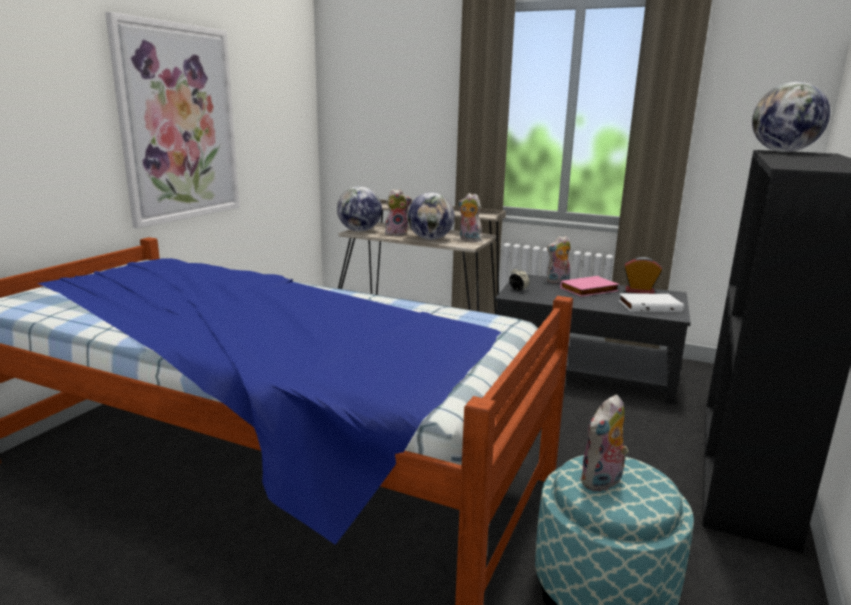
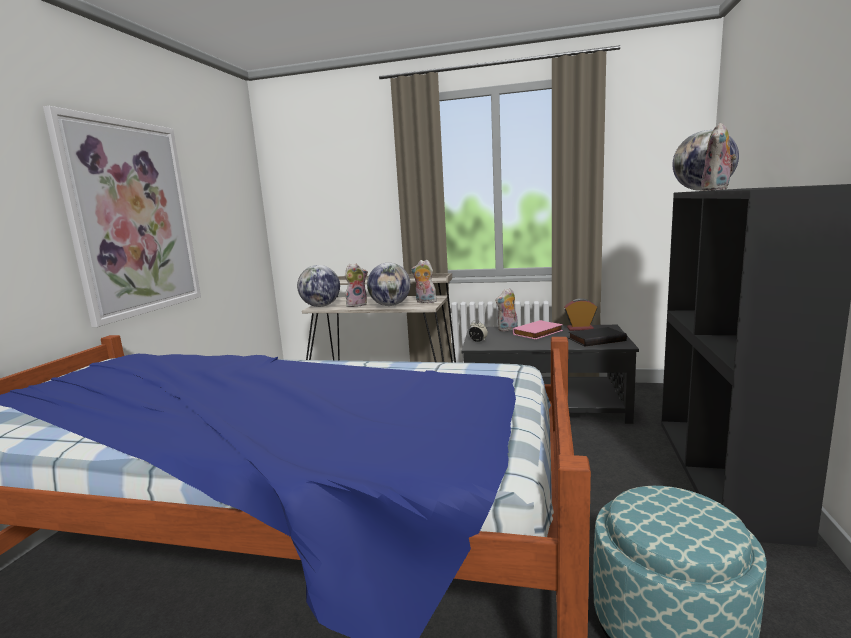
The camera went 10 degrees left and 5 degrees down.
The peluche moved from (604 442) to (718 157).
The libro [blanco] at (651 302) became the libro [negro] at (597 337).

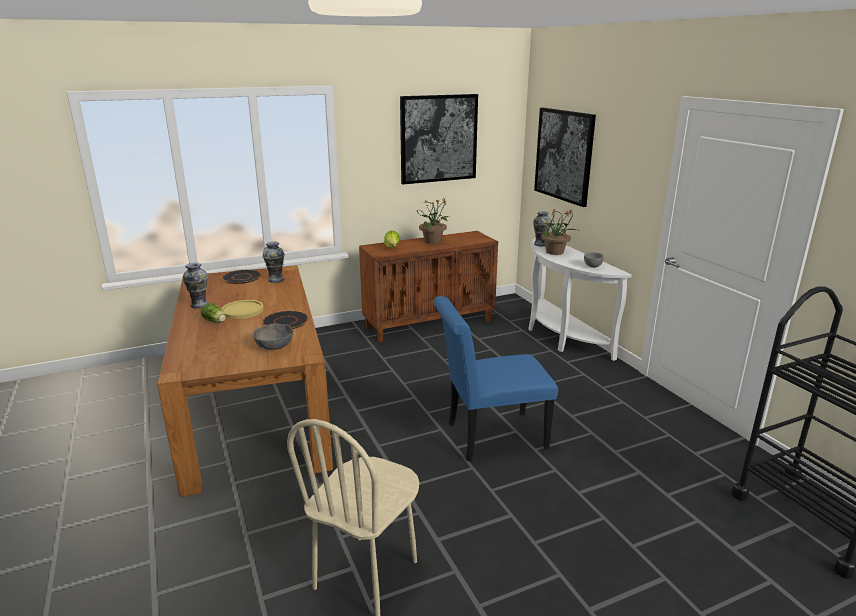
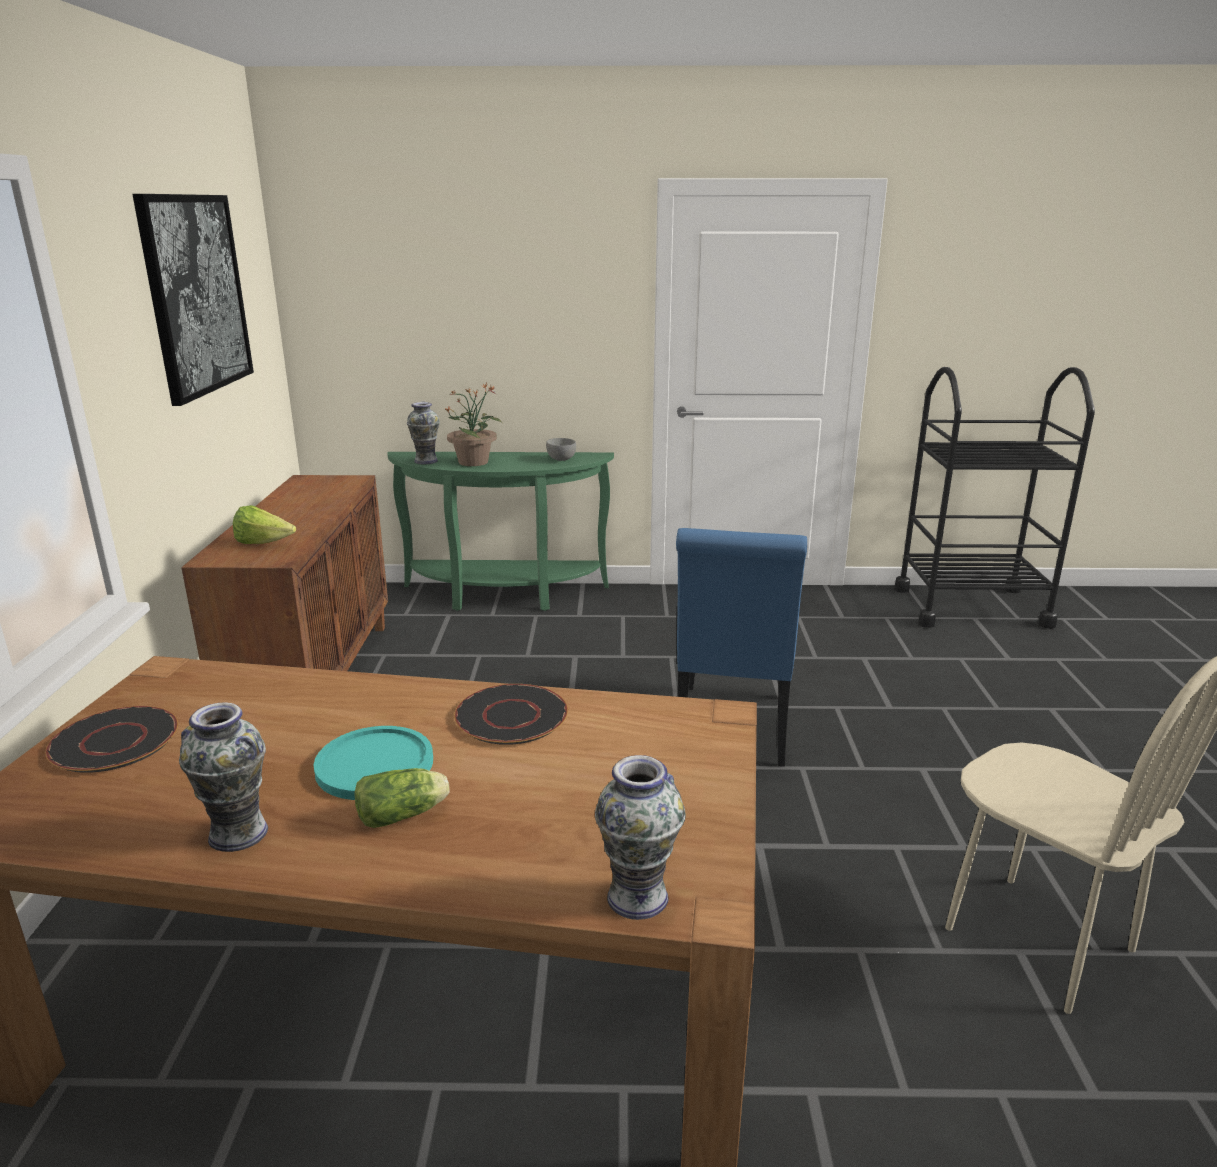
The camera went 65 degrees left and 0 degrees up.
The plato [amarillo] at (242 309) became the plato [turquesa] at (373 763).
The cuenco [gris] at (273 336) disappeared.
The florero moved from (273 262) to (640 837).
The planta en maceta at (433 221) disappeared.
The mesa consola [blanco] at (580 299) became the mesa consola [verde] at (500 531).
The cuadro at (565 157) disappeared.

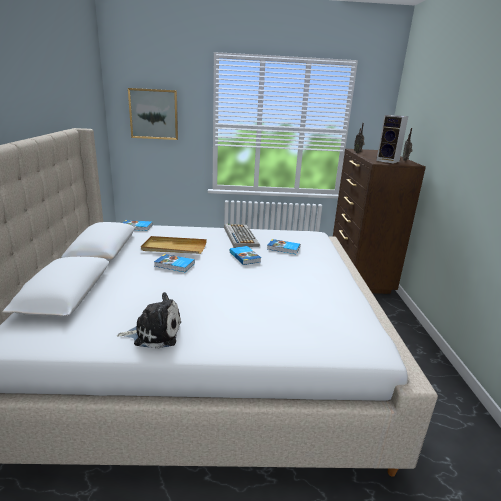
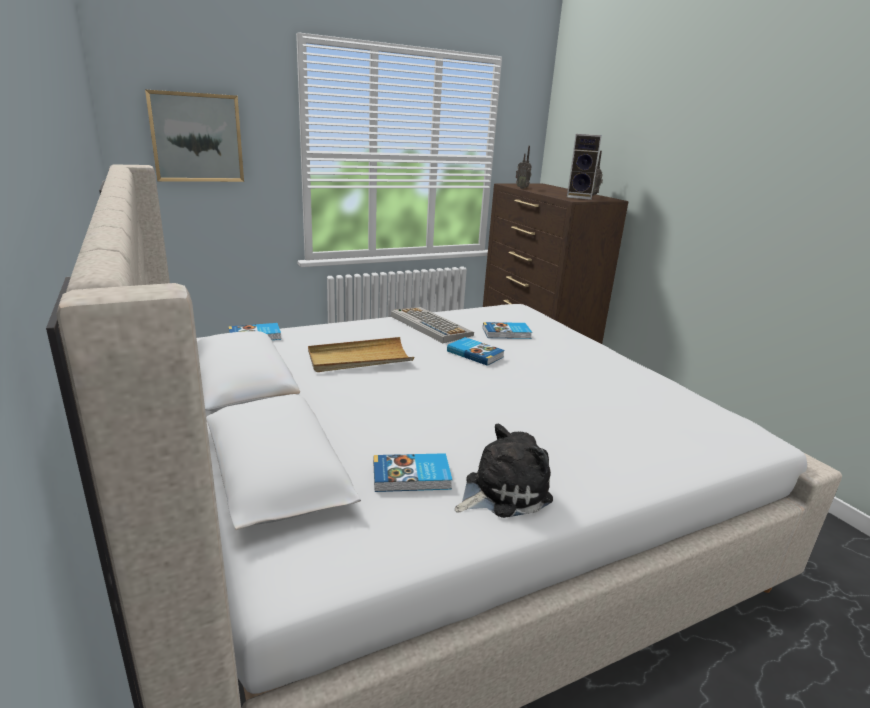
The camera went 25 degrees left and 0 degrees up.
The libro moved from (174 263) to (413 472).

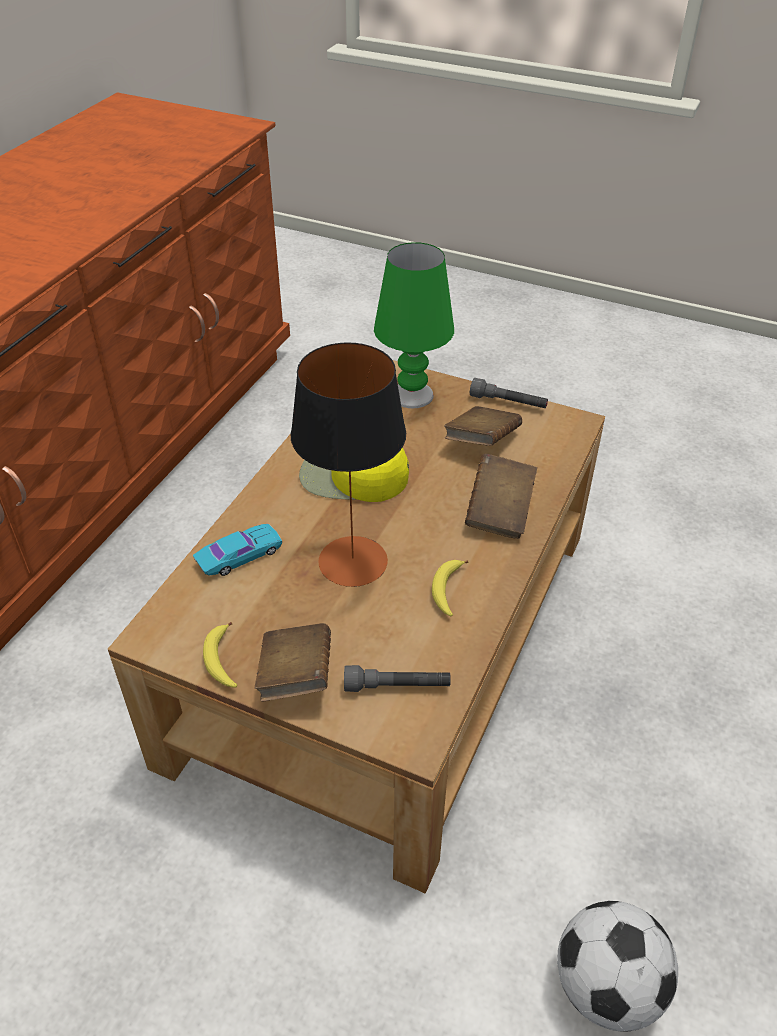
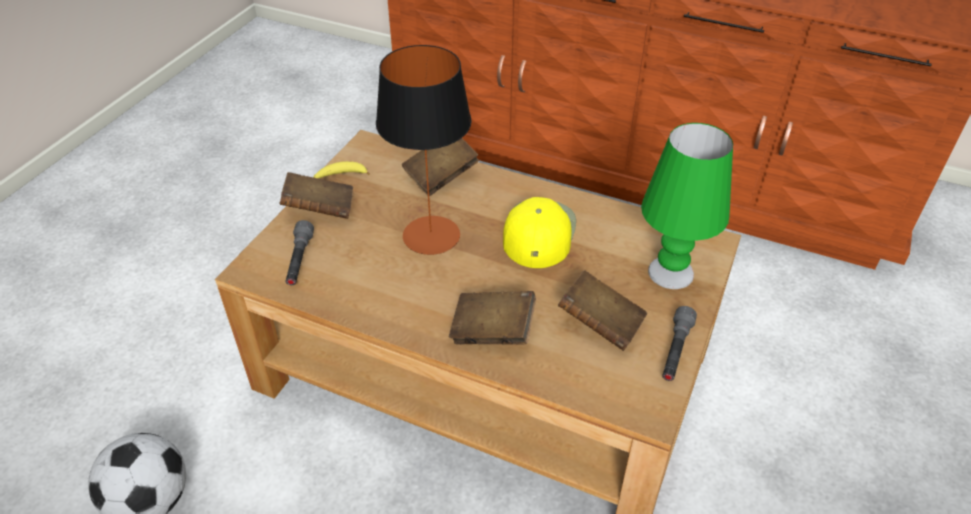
The camera went 90 degrees right and 0 degrees up.
The coche de juguete [turquesa] at (237 550) was replaced by the libro [marrón] at (440 167).
The plátano at (450 588) disappeared.

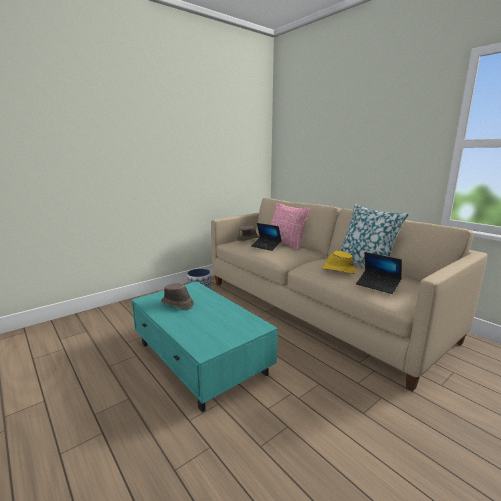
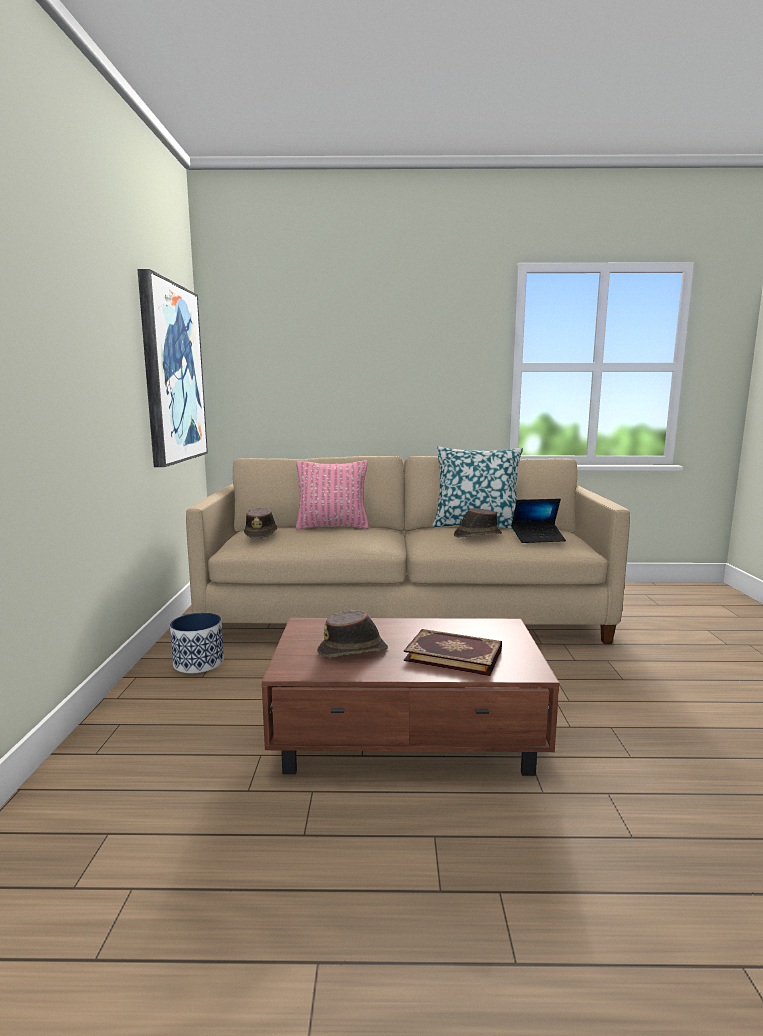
The camera went 50 degrees left and 5 degrees down.
The mesa de centro [turquesa] at (205 346) became the mesa de centro [marrón] at (410 697).
The portátil at (266 237) disappeared.
The sombrero [amarillo] at (339 262) became the sombrero [marrón] at (478 523).
The cuadro at (172 368) appeared.
The libro at (453 652) appeared.

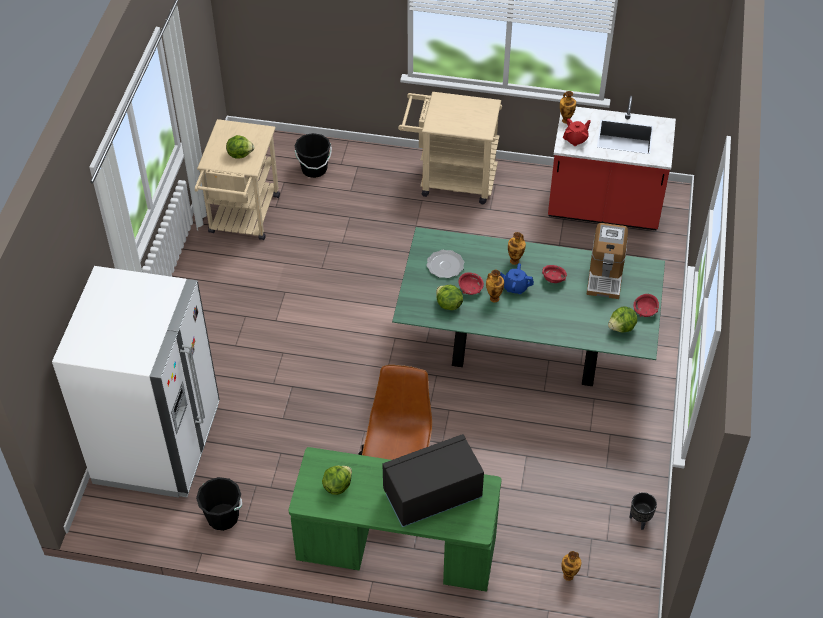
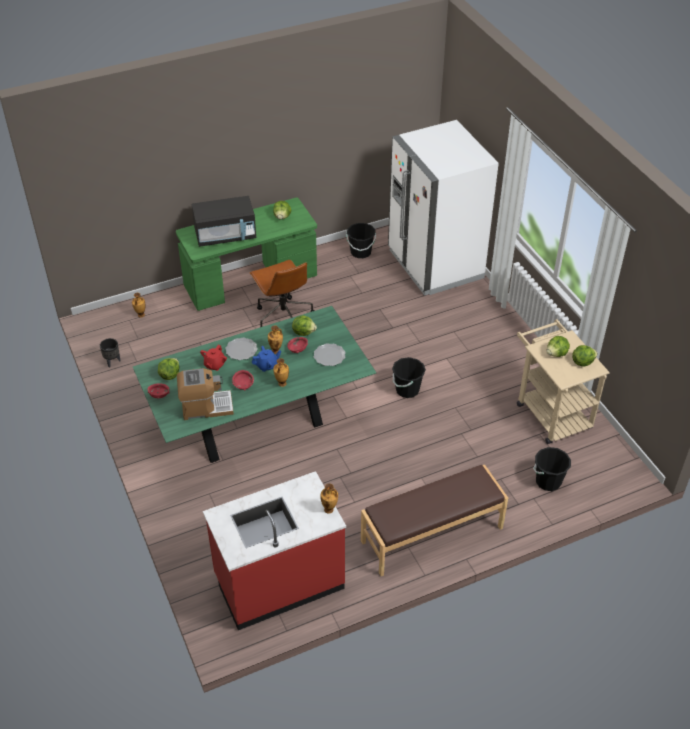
The camera went 145 degrees right and 5 degrees down.
The microondas [negro] at (433 480) turned 45 degrees clockwise.
The carrito [beis] at (450 148) was replaced by the banco [marrón] at (434 520).
The tetera [rojo] moved from (577 132) to (213 358).
The cafetera at (607 261) turned 105 degrees clockwise.
The plato at (241 349) appeared.
The cubo [negro] at (409 377) appeared.
The lechuga at (585 356) appeared.

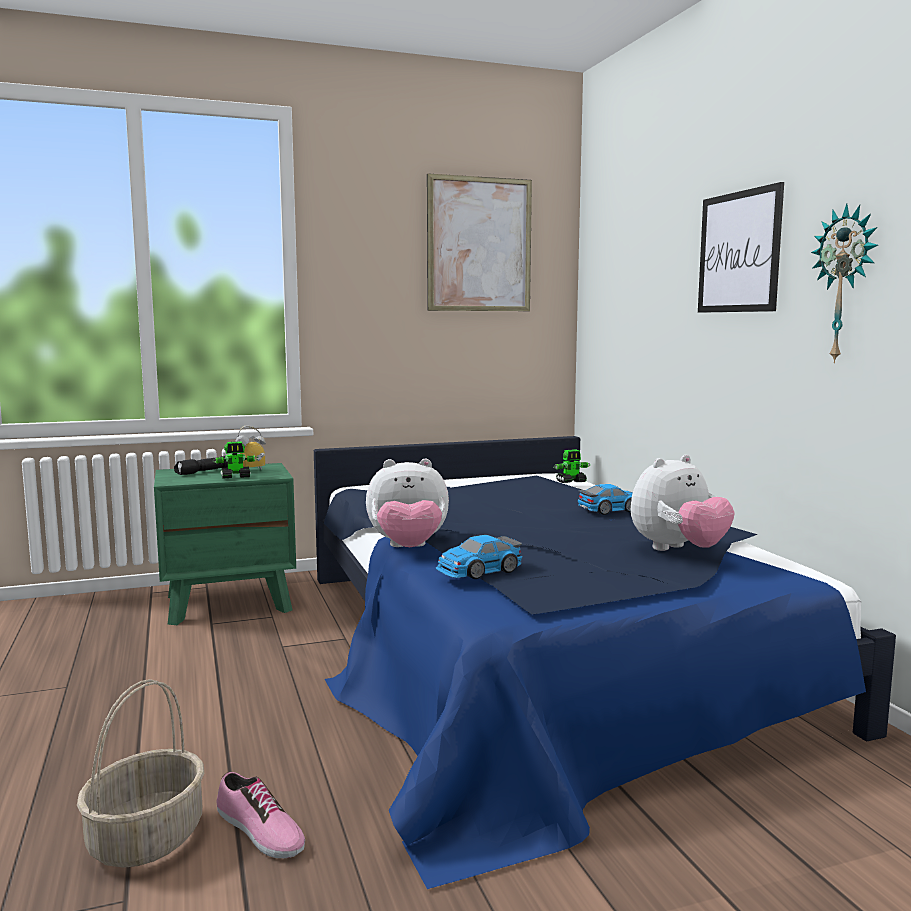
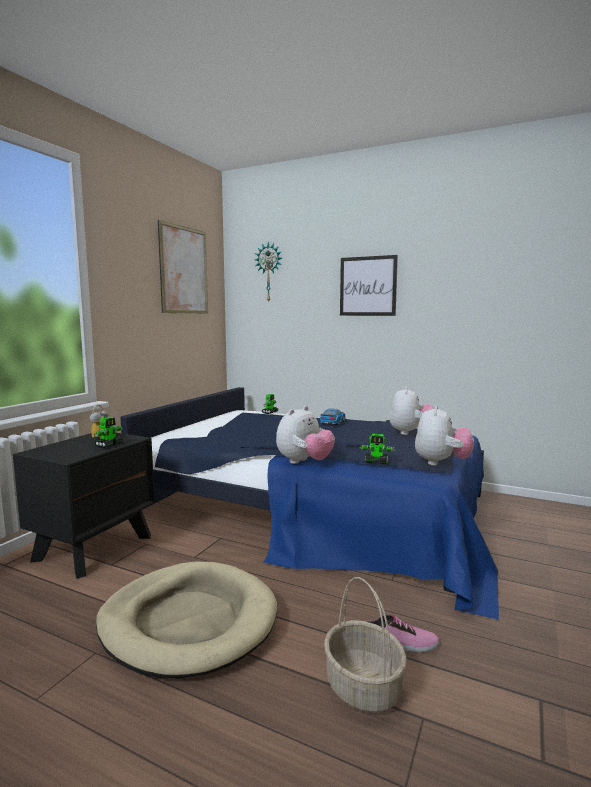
The camera went 45 degrees left and 0 degrees up.
The mesita de noche [verde] at (225 544) became the mesita de noche [negro] at (84 506).
The linterna [negro] at (201 465) disappeared.
The coche de juguete at (479 557) was replaced by the robot de juguete at (377 449).
The reloj de pared moved from (844 283) to (268 272).
The cama para perro [beis] at (186 620) appeared.
The peluche at (444 435) appeared.

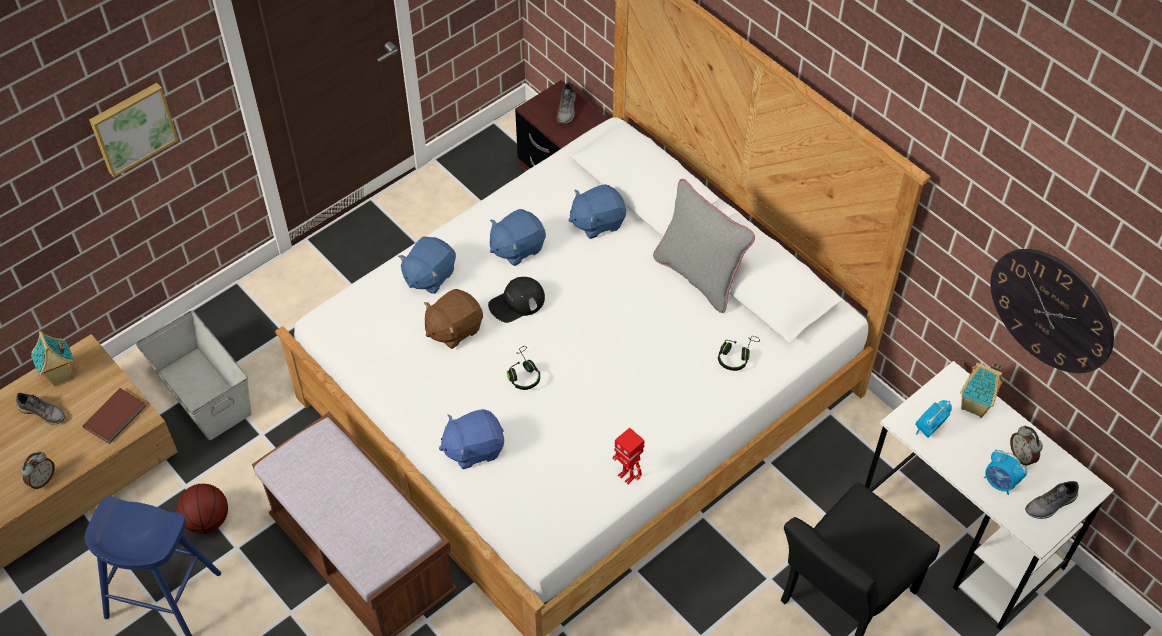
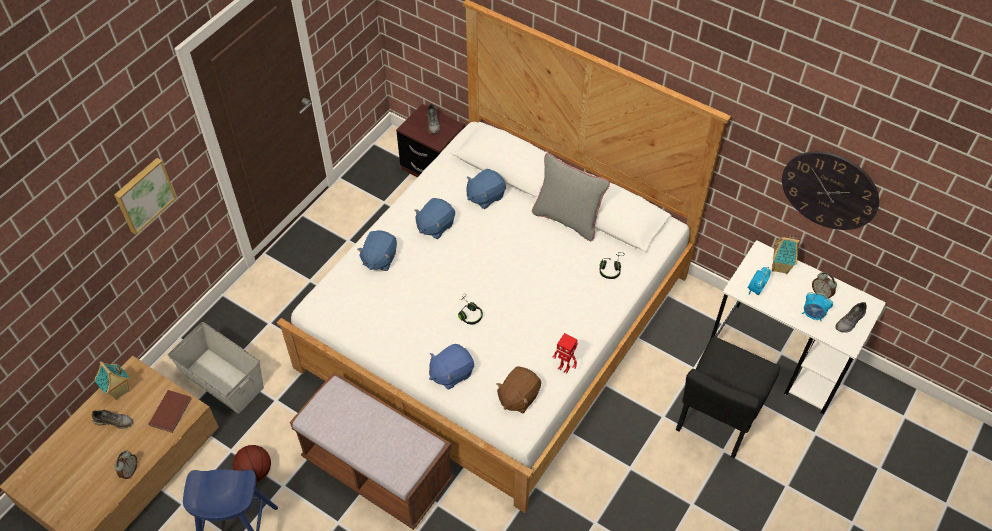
The camera went 15 degrees left and 0 degrees up.
The peluche [marrón] moved from (453 319) to (518 390).
The gorra [negro] at (516 300) disappeared.

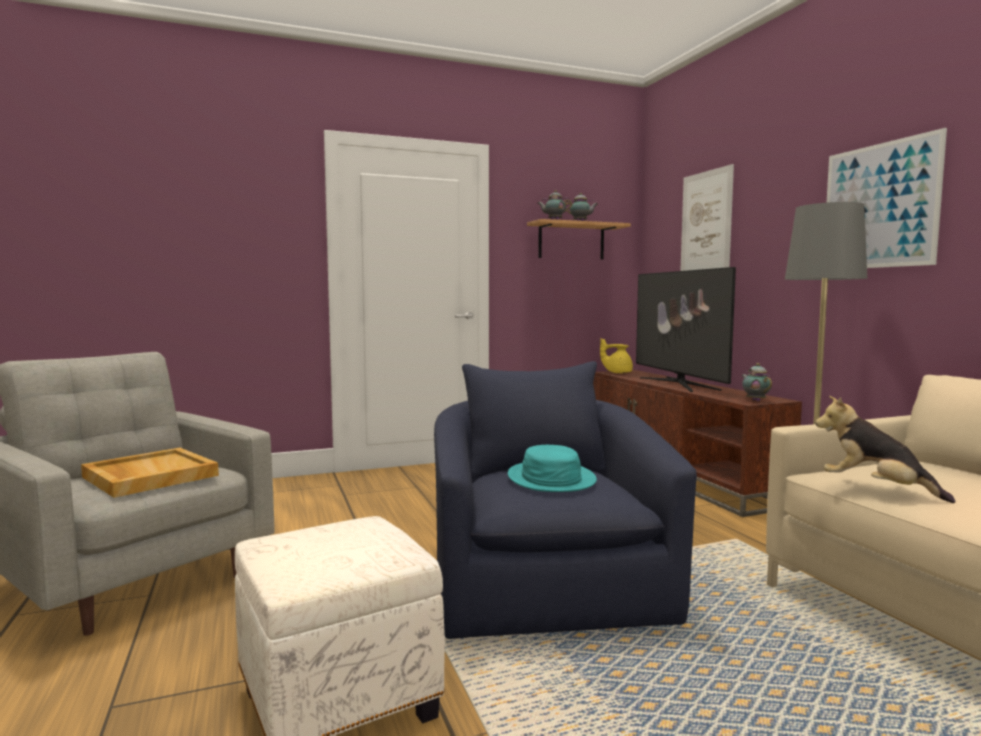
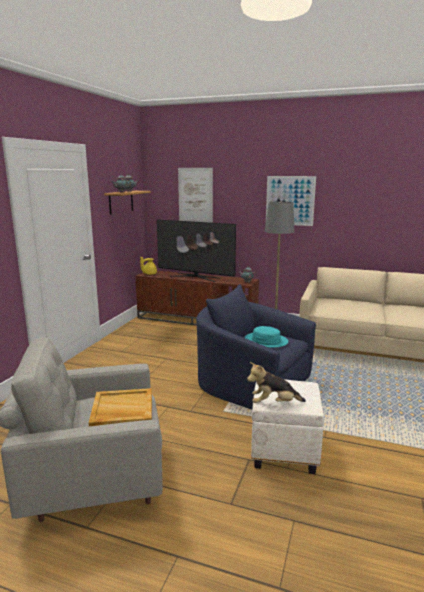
The camera went 50 degrees left and 10 degrees up.
The peluche moved from (885 449) to (276 382).

